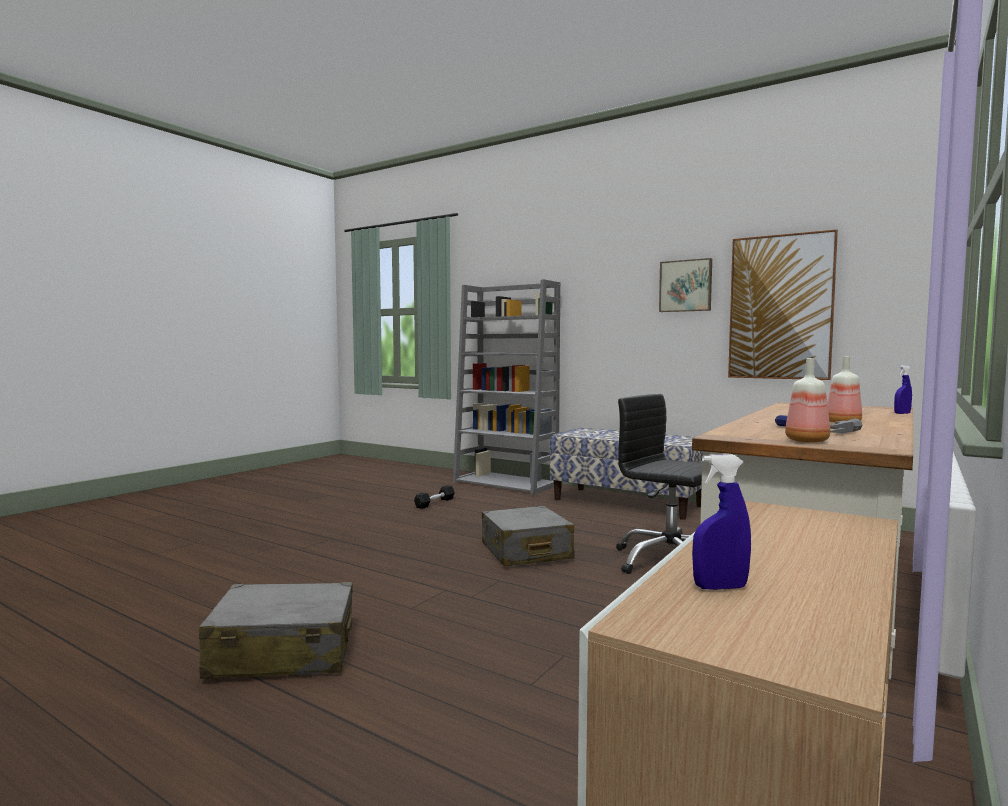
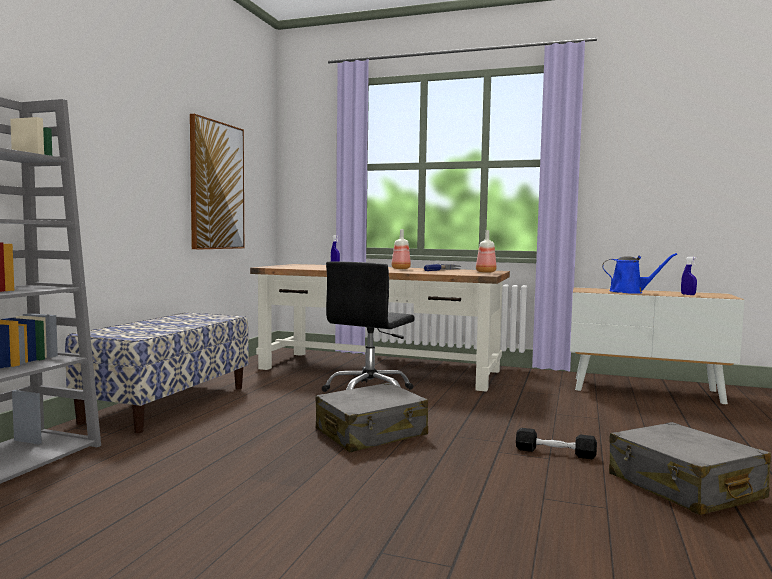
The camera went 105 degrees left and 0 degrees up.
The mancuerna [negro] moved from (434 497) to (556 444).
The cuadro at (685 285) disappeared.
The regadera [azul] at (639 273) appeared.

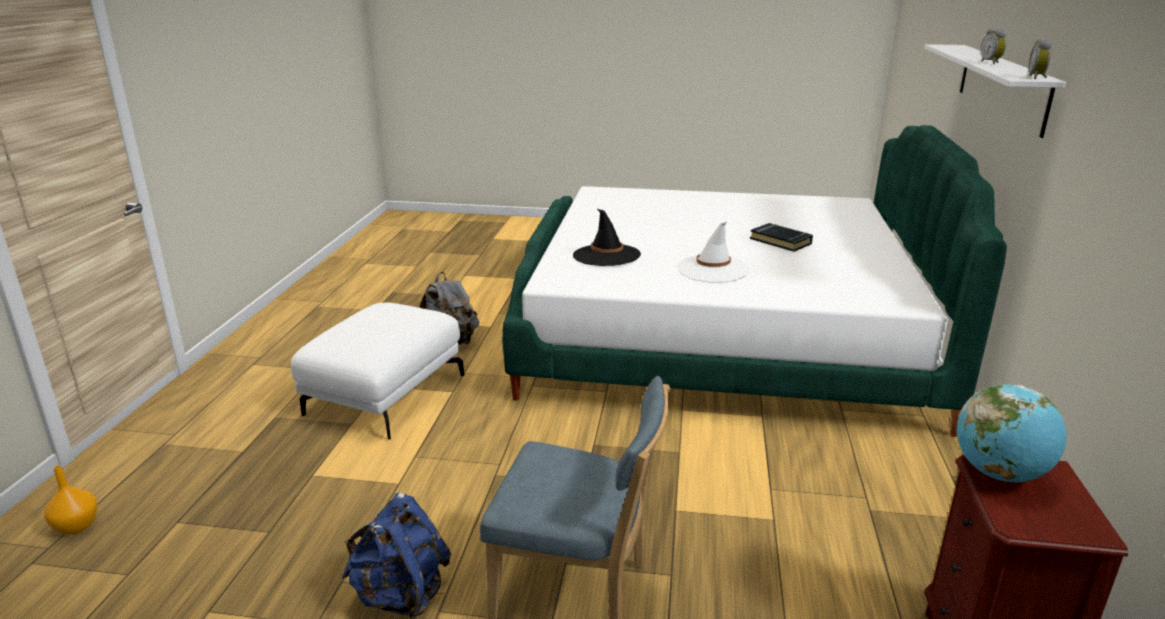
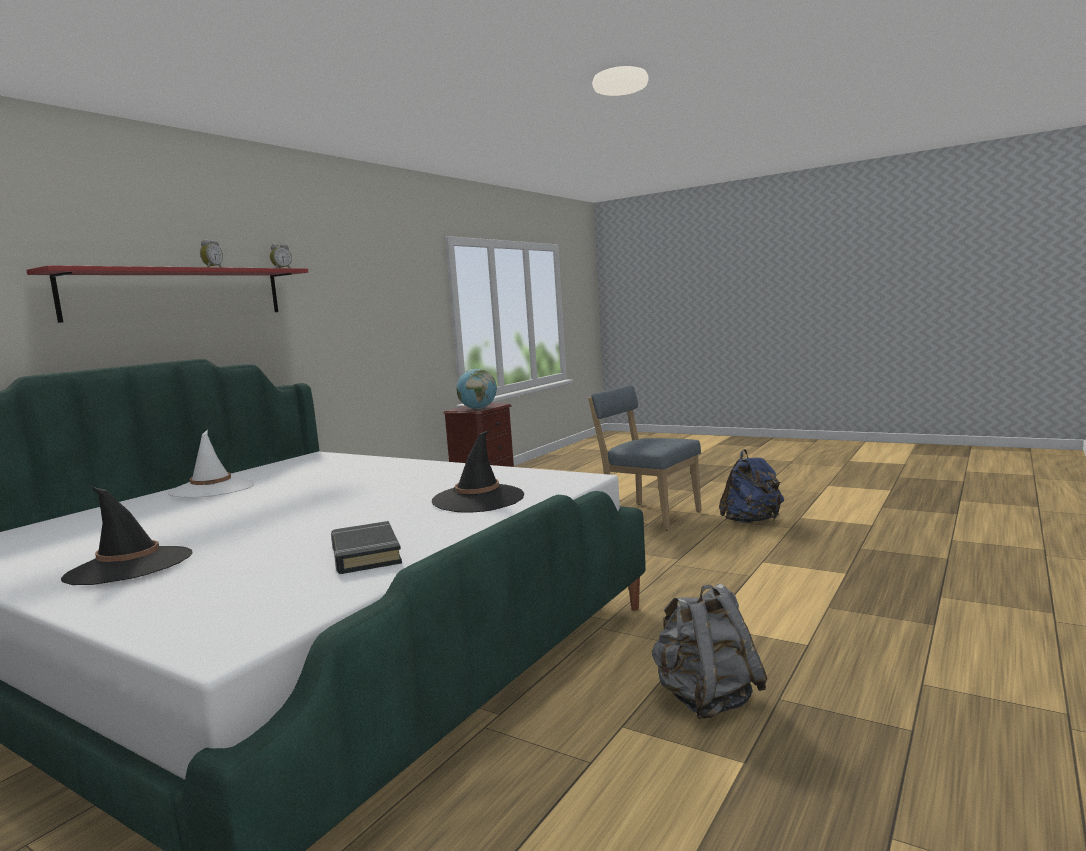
The camera went 155 degrees left and 15 degrees down.
The florero [naranja] at (71 500) disappeared.
The puf [blanco] at (377 371) disappeared.
The sombrero [blanco] moved from (713 252) to (211 464).
The libro [negro] moved from (781 237) to (366 547).
The estante [blanco] at (995 91) became the estante [rojo] at (167 294).
The sombrero [negro] at (126 536) appeared.

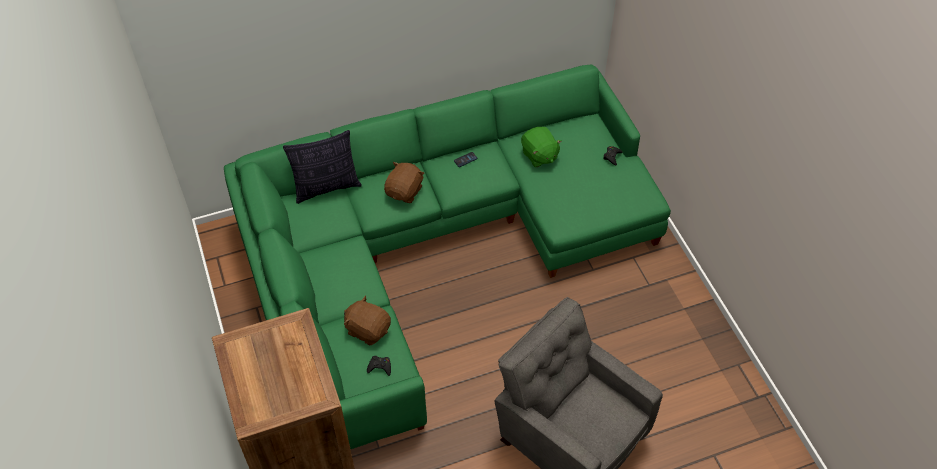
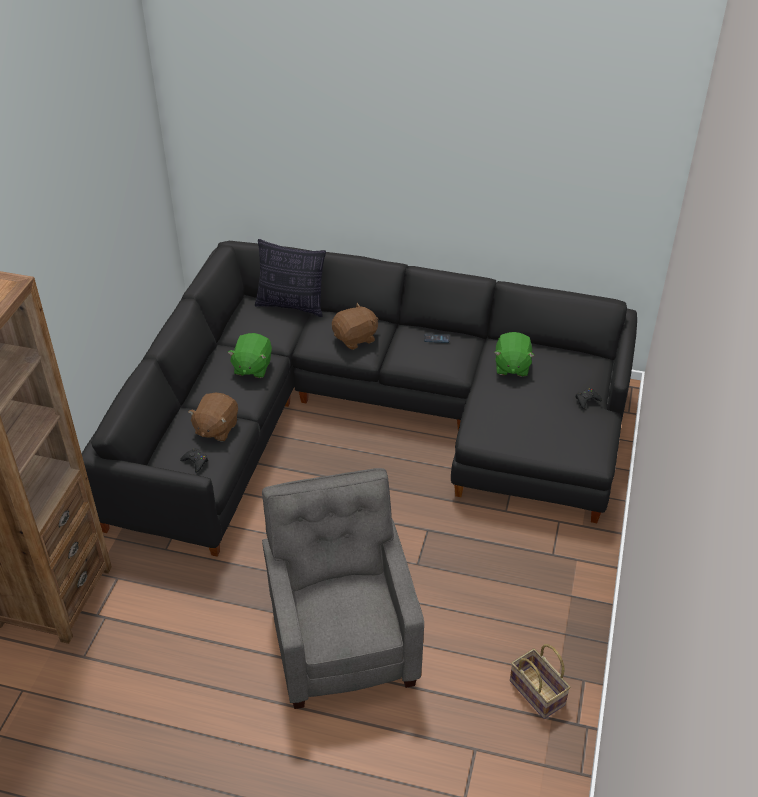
The camera went 35 degrees right and 10 degrees down.
The sofá [verde] at (447 257) became the sofá [negro] at (359 399).
The peluche [marrón] at (367 320) turned 135 degrees counterclockwise.
The peluche [verde] at (249 355) appeared.
The cesta at (540 681) appeared.

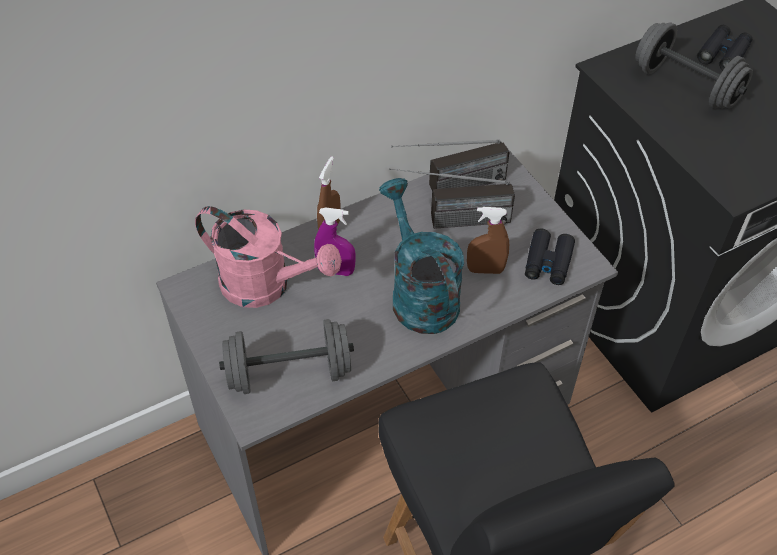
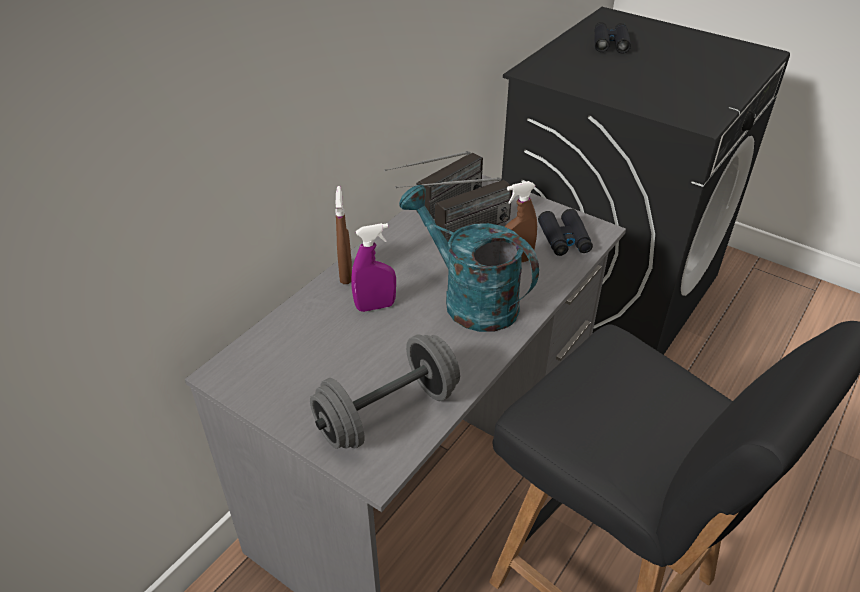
The camera went 25 degrees left and 10 degrees down.
The regadera [rosa] at (268 257) disappeared.
The mancuerna [gris] at (694 65) disappeared.

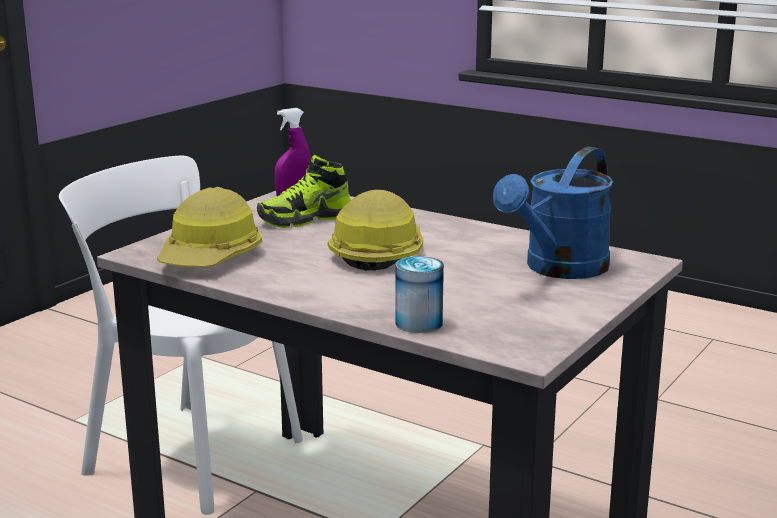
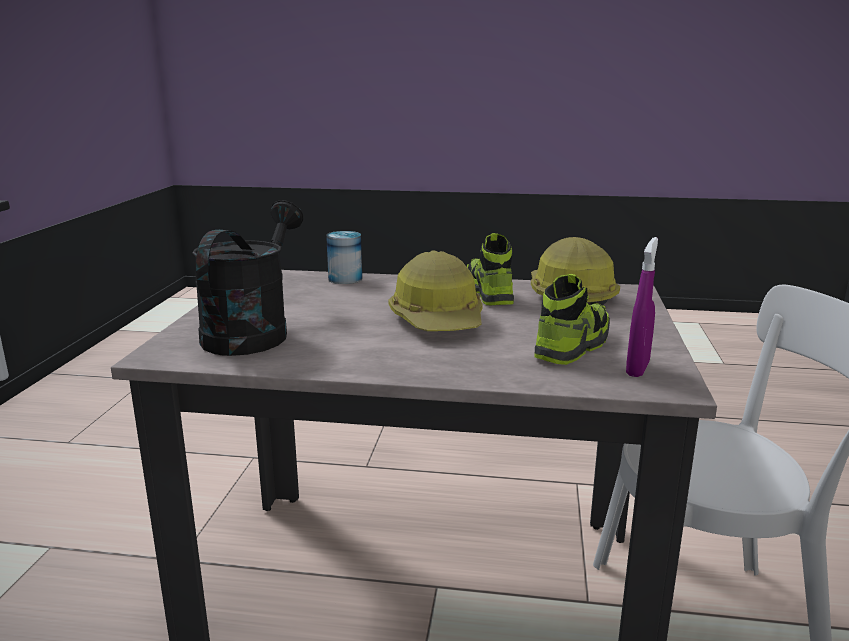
The camera went 155 degrees right and 0 degrees up.
The regadera [azul] at (553 213) became the regadera [negro] at (247 278).
The zapato at (490 269) appeared.

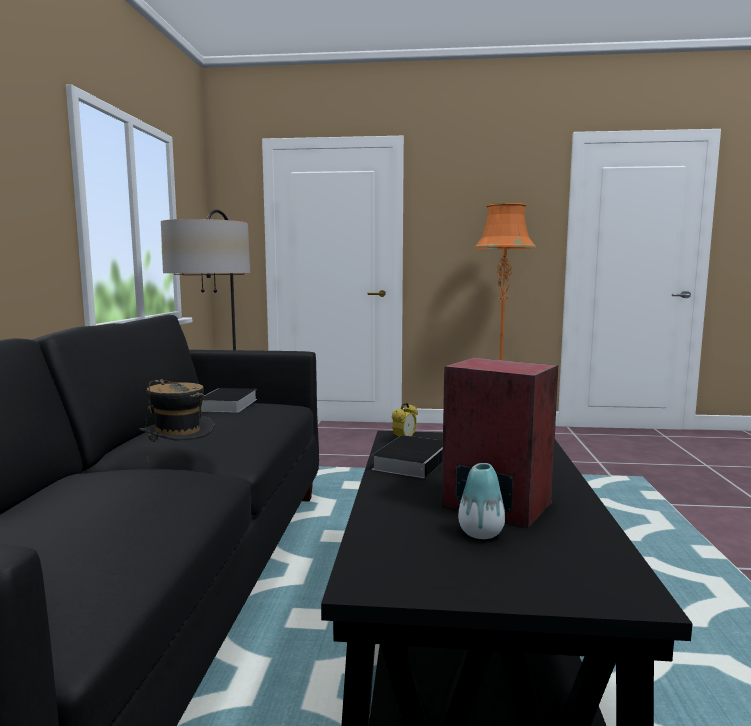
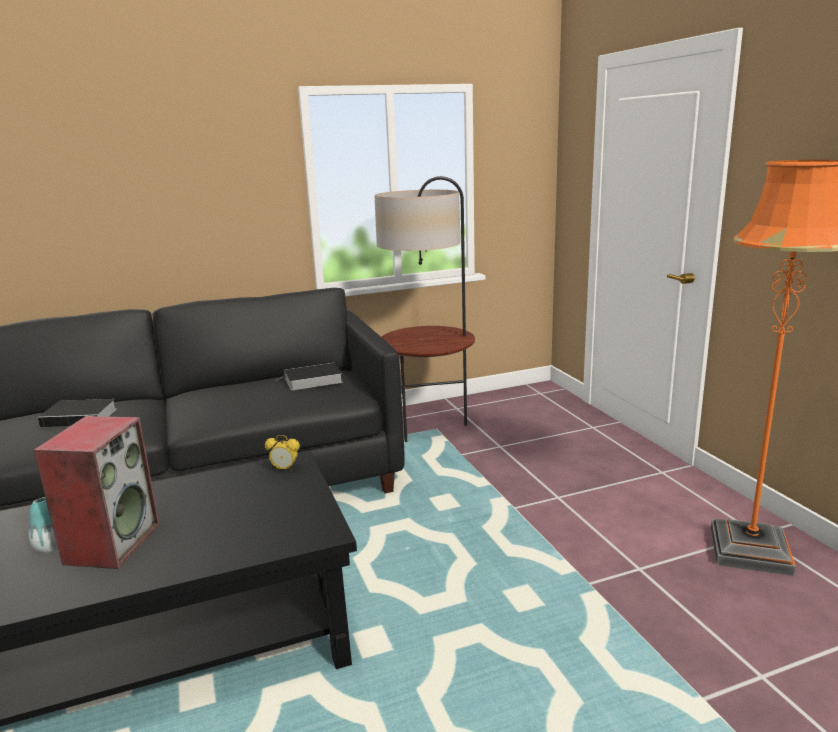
The camera went 65 degrees right and 10 degrees up.
The sombrero at (177 420) disappeared.
The libro moved from (407 456) to (77 413).

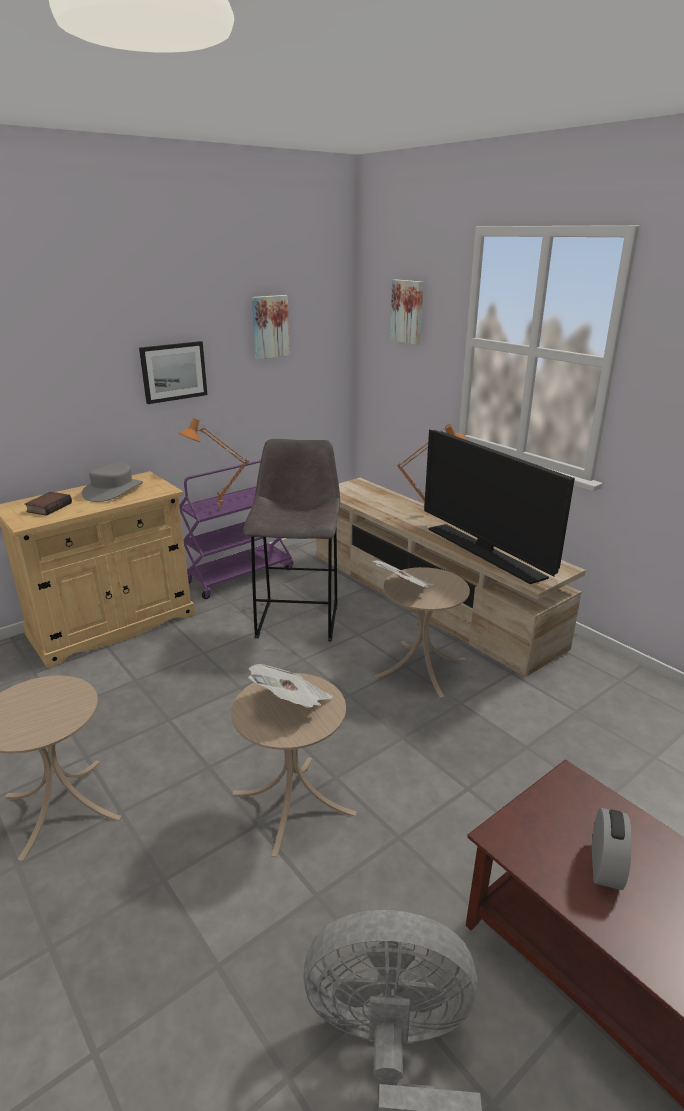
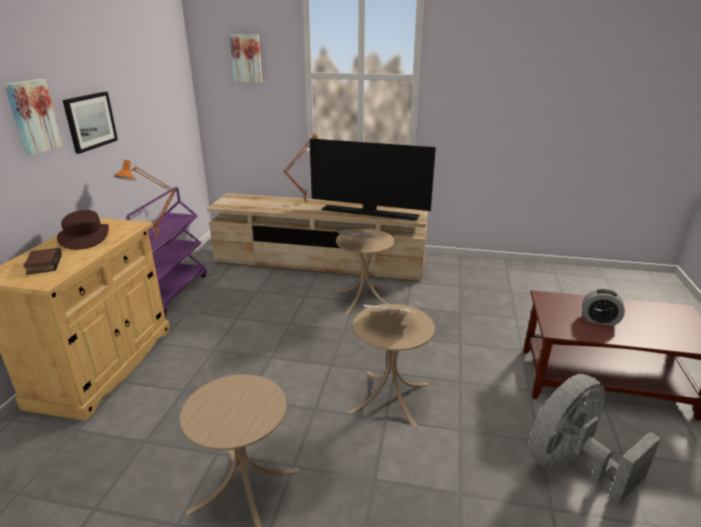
The camera went 40 degrees left and 0 degrees up.
The sombrero [gris] at (112 482) became the sombrero [marrón] at (83 230).
The taburete [gris] at (291 540) disappeared.
The cuadro moved from (271 327) to (33 117).
The despertador at (612 849) turned 135 degrees clockwise.

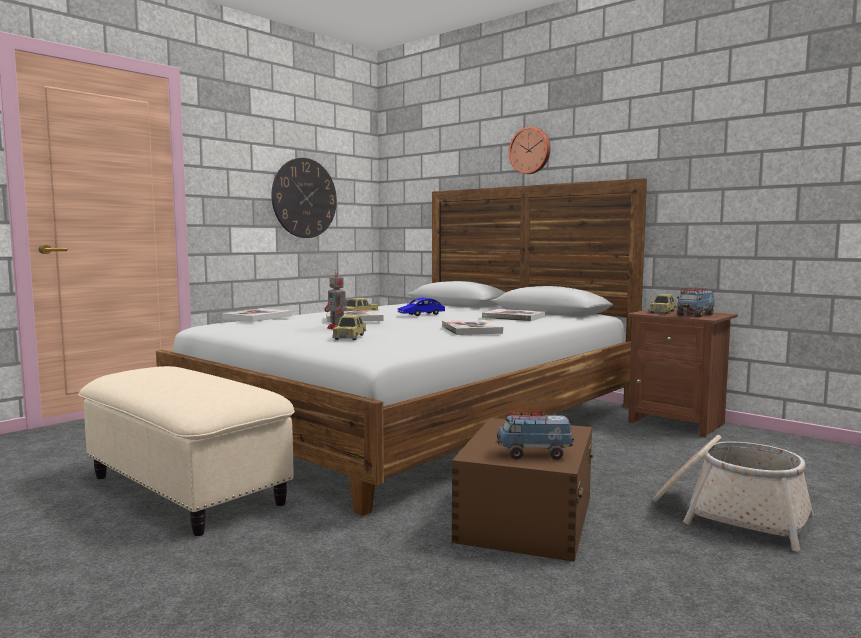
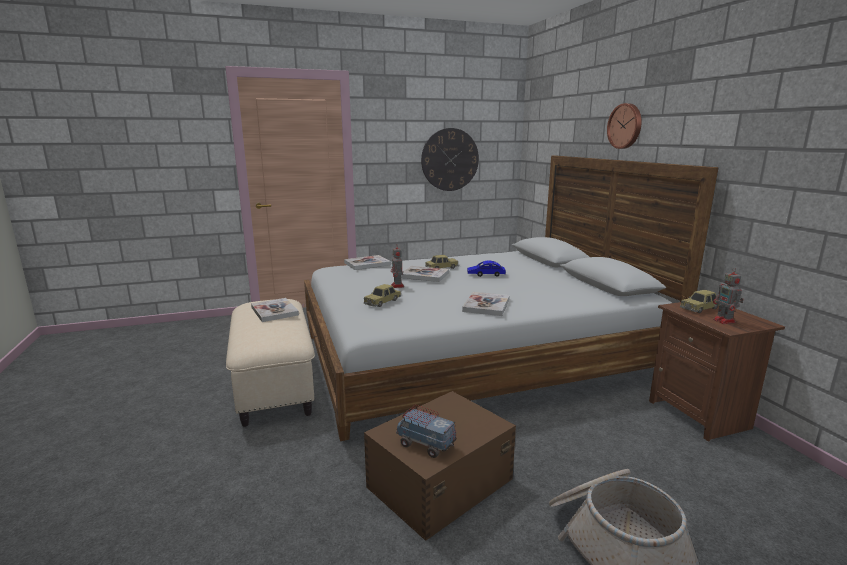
The camera went 30 degrees right and 10 degrees up.
The libro moved from (513 315) to (275 310).
The camión de juguete at (696 302) was replaced by the robot de juguete at (728 295).

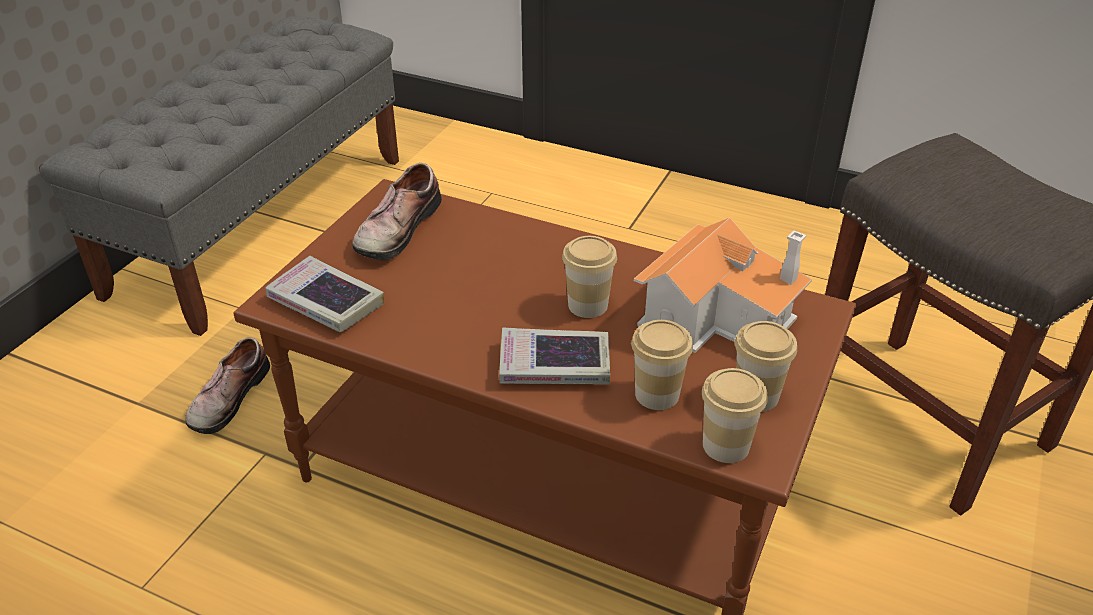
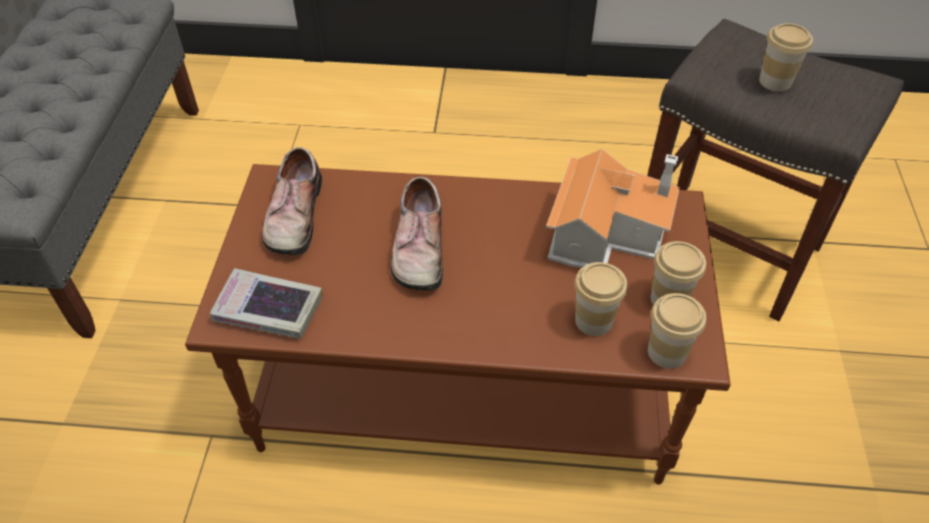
The camera went 20 degrees left and 10 degrees up.
The zapato moved from (227 385) to (416 233).
The libro at (554 356) disappeared.
The taza moved from (589 277) to (786 57).

